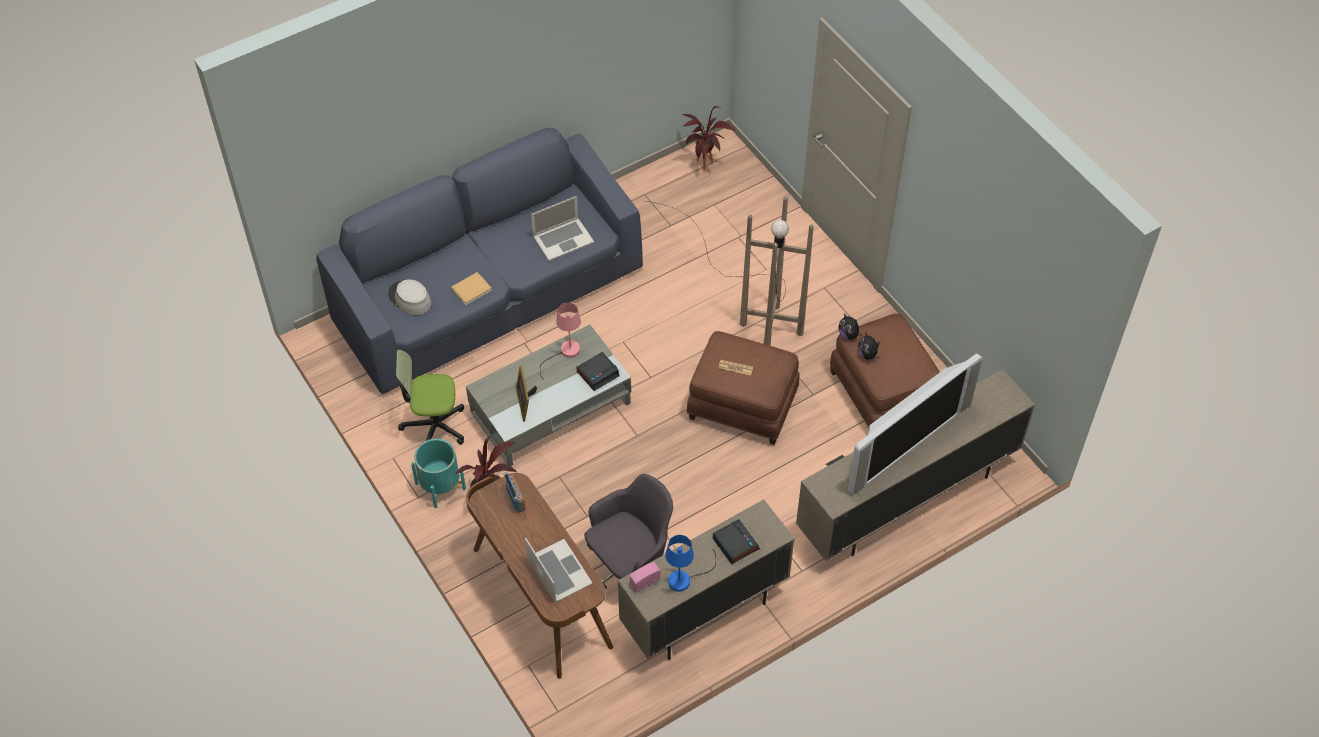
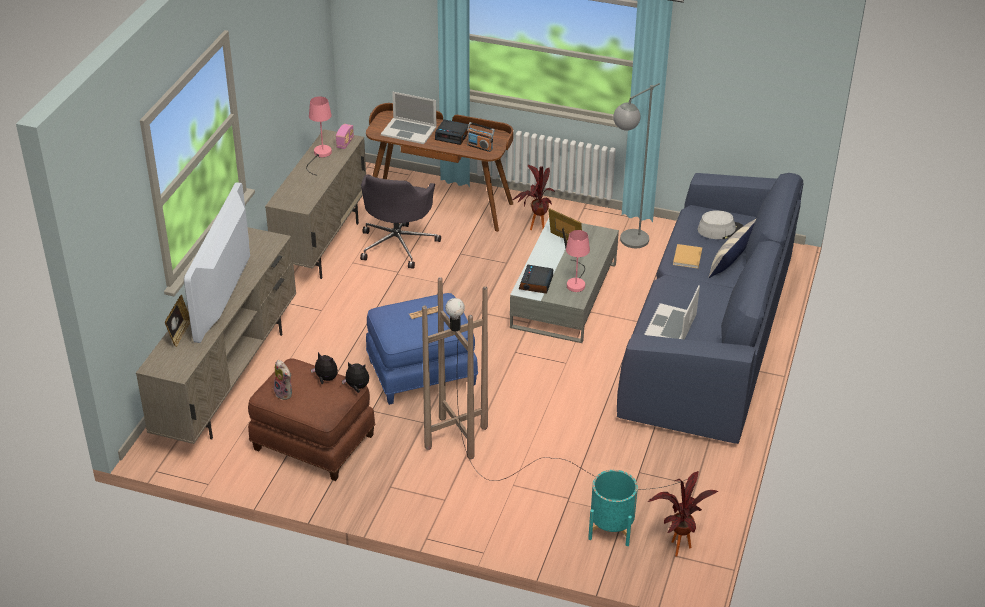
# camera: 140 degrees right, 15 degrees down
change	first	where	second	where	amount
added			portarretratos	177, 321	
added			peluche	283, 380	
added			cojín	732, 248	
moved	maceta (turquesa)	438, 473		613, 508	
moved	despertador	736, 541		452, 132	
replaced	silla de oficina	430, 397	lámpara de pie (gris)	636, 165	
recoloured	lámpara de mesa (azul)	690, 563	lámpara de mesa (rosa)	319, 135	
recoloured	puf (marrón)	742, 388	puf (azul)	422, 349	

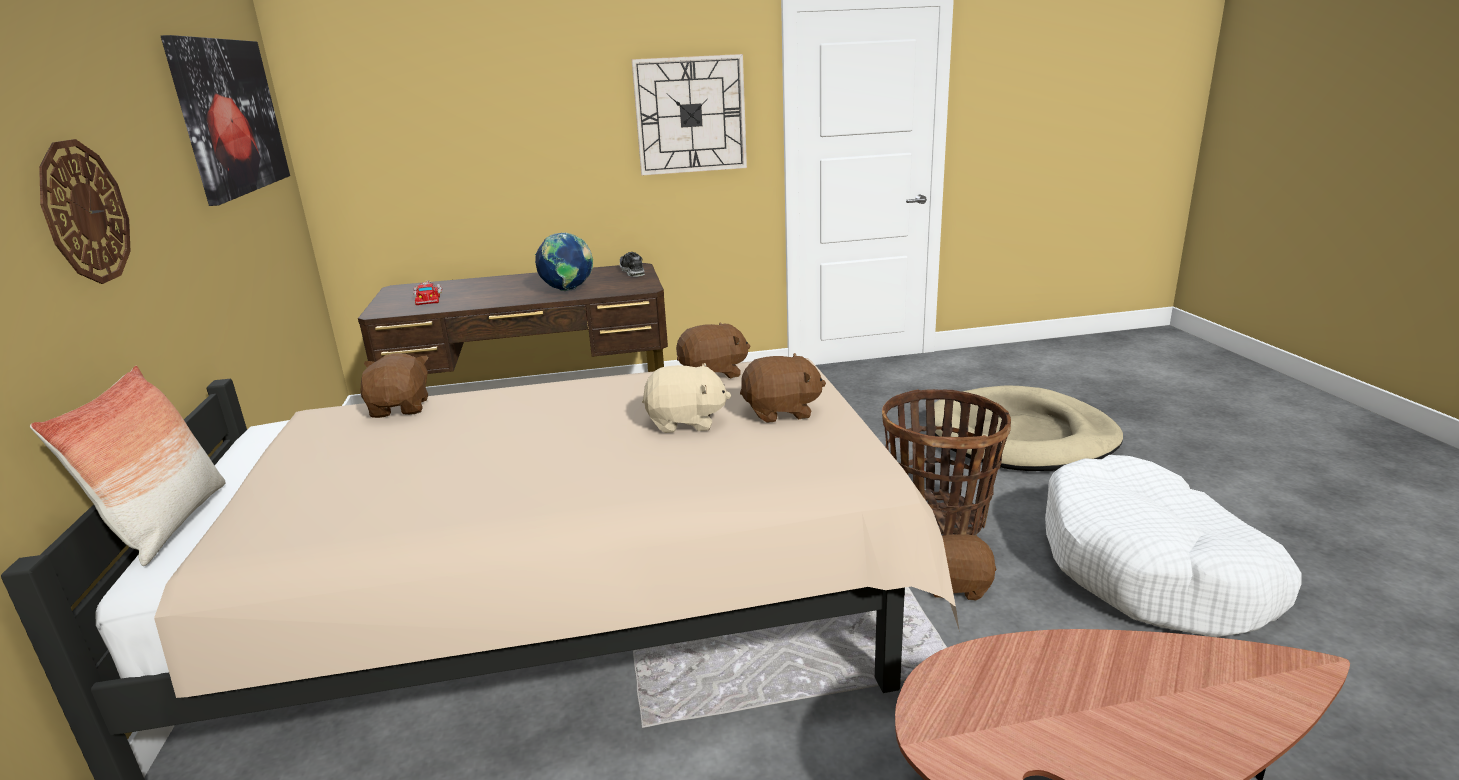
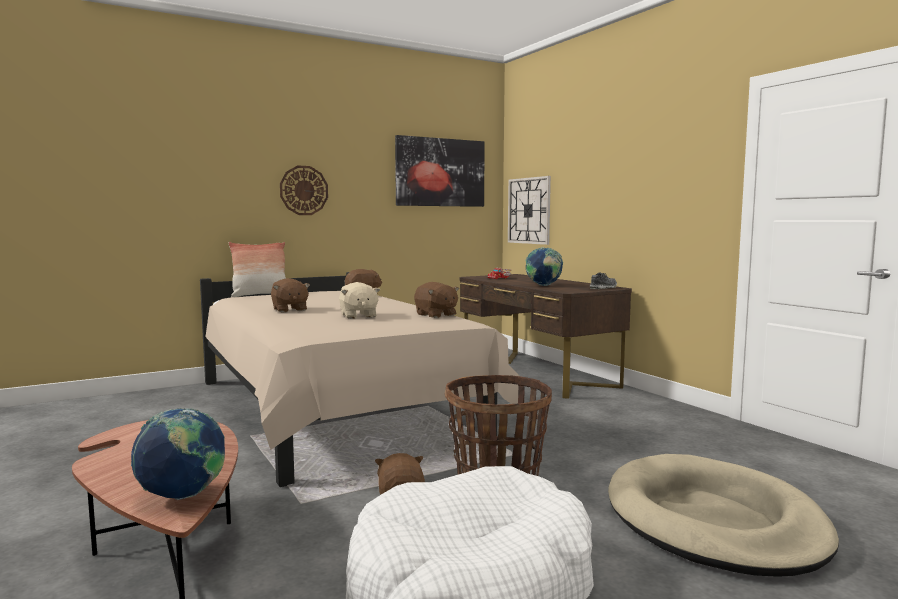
# camera: 70 degrees right, 15 degrees down
change	first	where	second	where	amount
added			globo terráqueo	178, 454	
moved	reloj de pared	689, 114		529, 210	
moved	peluche (marrón)	783, 388		290, 295	

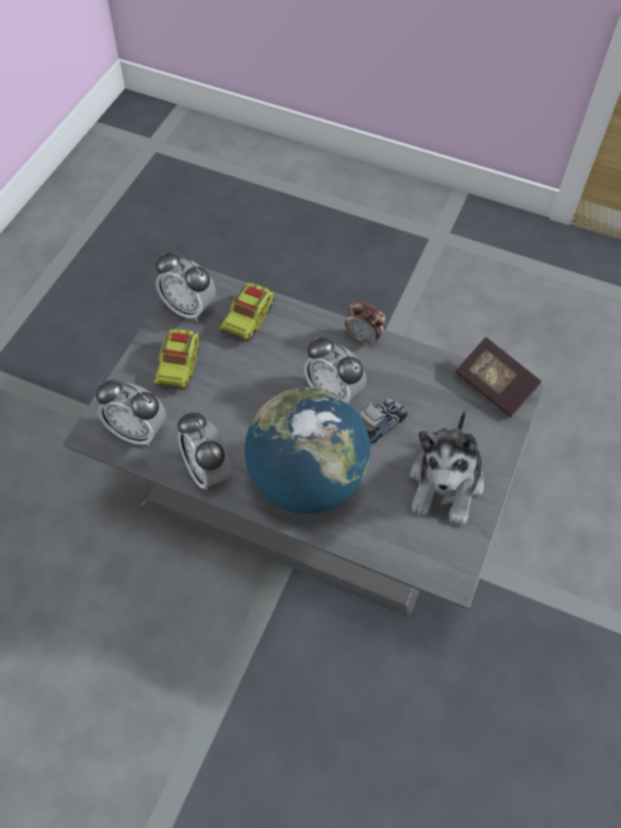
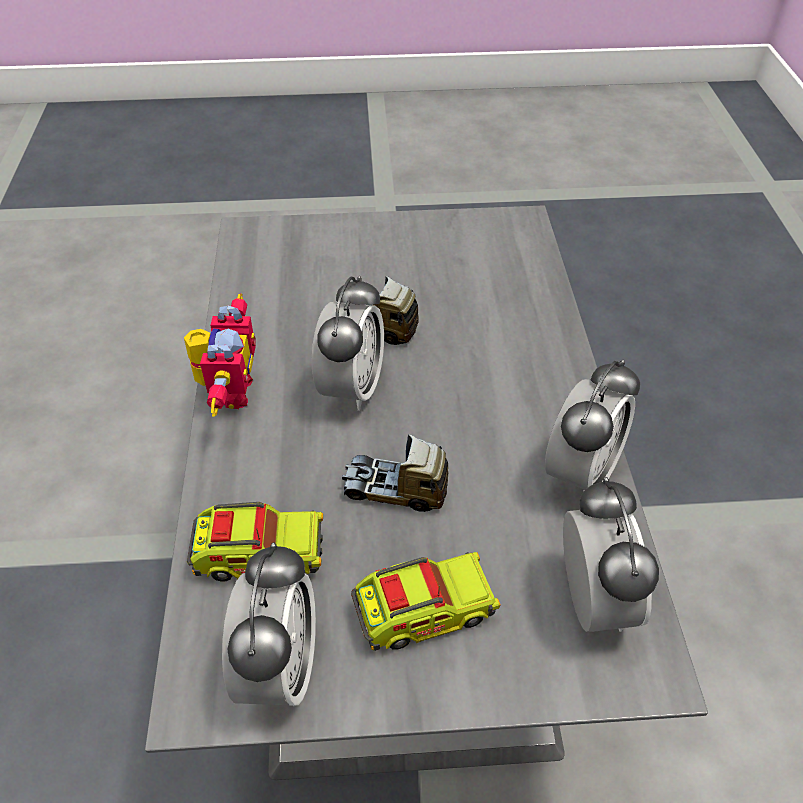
# camera: 115 degrees left, 10 degrees down
change	first	where	second	where	amount
removed	globo terráqueo	307, 451			
removed	peluche	447, 468			
removed	libro	498, 377			
added			camión de juguete	395, 473	
replaced	despertador	365, 323	robot de juguete	220, 355	

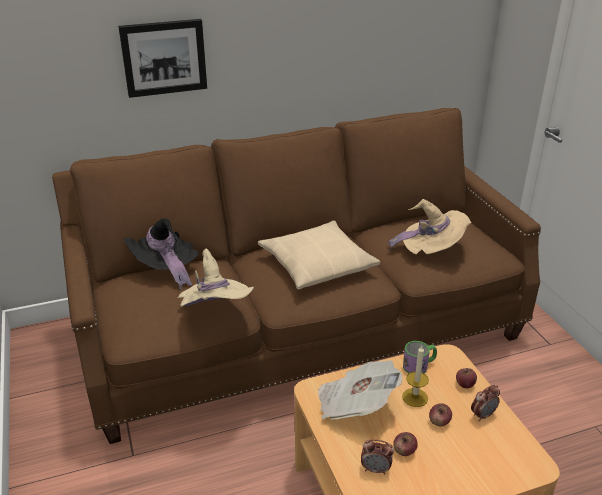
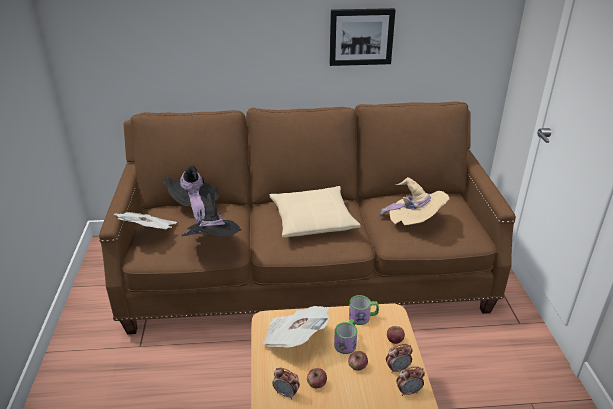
# camera: 15 degrees right, 0 degrees up
change	first	where	second	where	amount
added			periódico	145, 220	
added			despertador	410, 381	
moved	cuadro	162, 58		362, 37	
replaced	vela	415, 376	taza grande	345, 336	
recoloured	sombrero (beis)	216, 277	sombrero (negro)	211, 215	

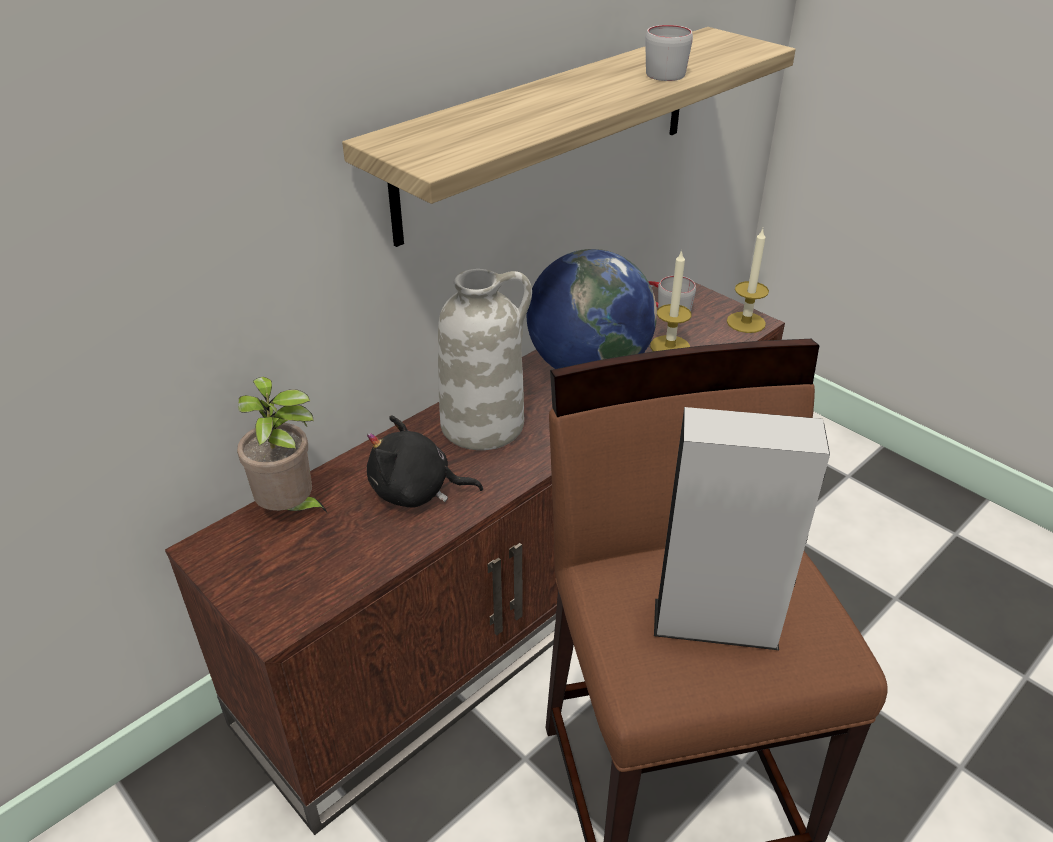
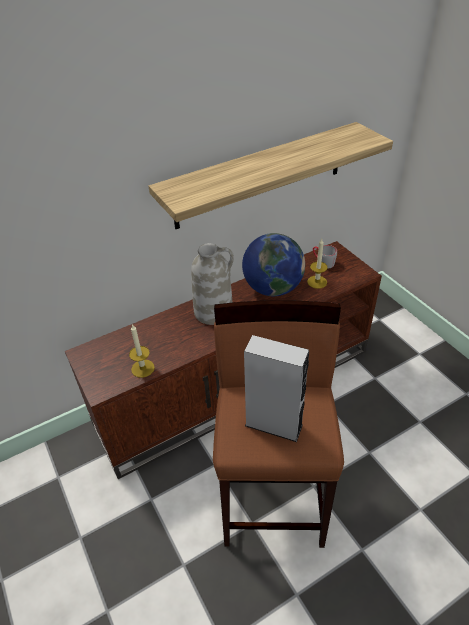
# camera: 15 degrees right, 5 degrees up
change	first	where	second	where	amount
removed	planta en maceta	282, 445			
removed	peluche (negro)	425, 462			
removed	taza grande (gris)	669, 53			
moved	vela	748, 281		142, 351	

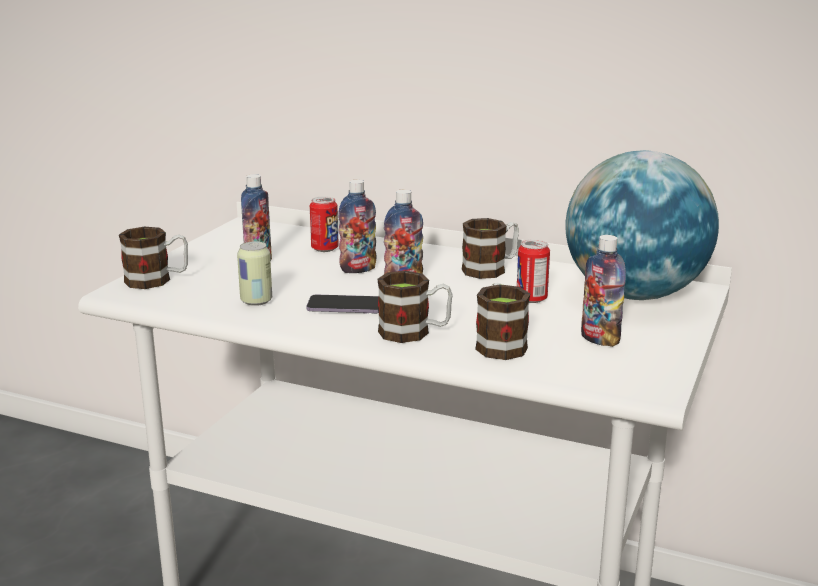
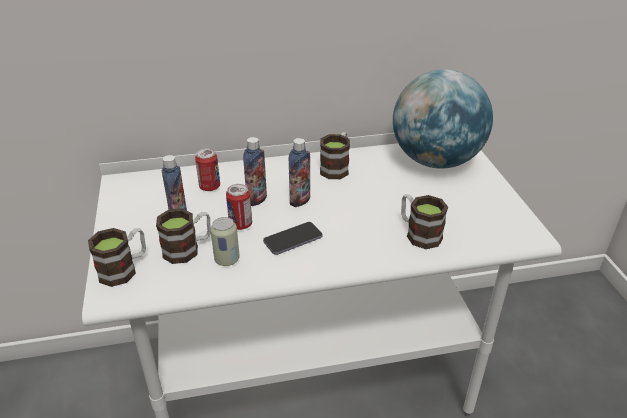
# camera: 35 degrees left, 15 degrees up
change	first	where	second	where	amount
removed	botella	603, 291			
moved	taza grande	415, 307		183, 236	
moved	lata	533, 271		239, 207	

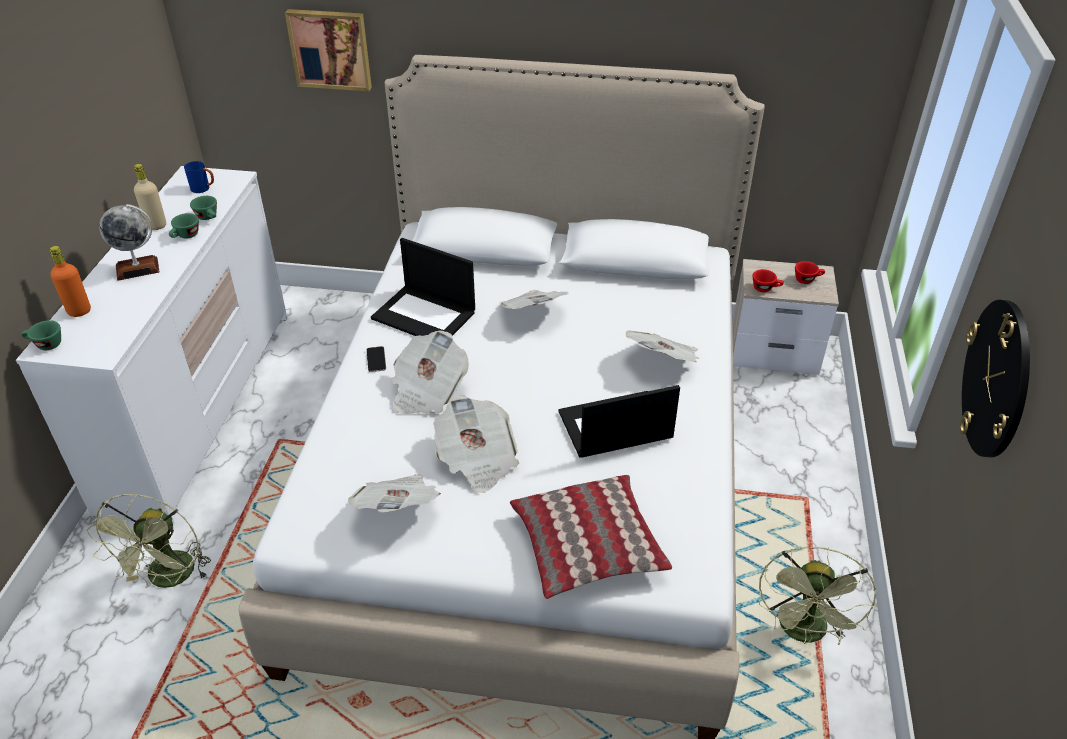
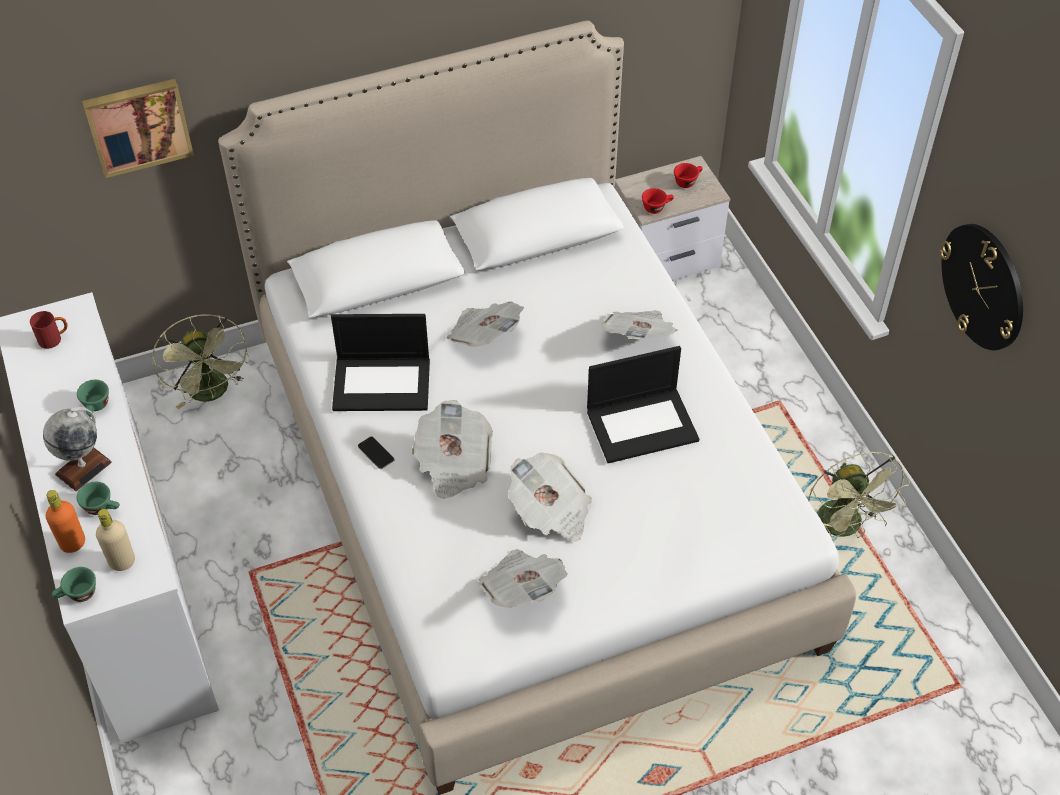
# camera: 30 degrees left, 10 degrees up
change	first	where	second	where	amount
removed	cojín	591, 537			
moved	ventilador (verde)	149, 541		201, 362	
moved	botella (beis)	150, 197		115, 540	
moved	taza (verde)	203, 208		98, 498	
recoloured	taza grande (azul)	199, 177	taza grande (rojo)	49, 330	
turned	portátil	619, 421		643, 404	150 degrees counterclockwise

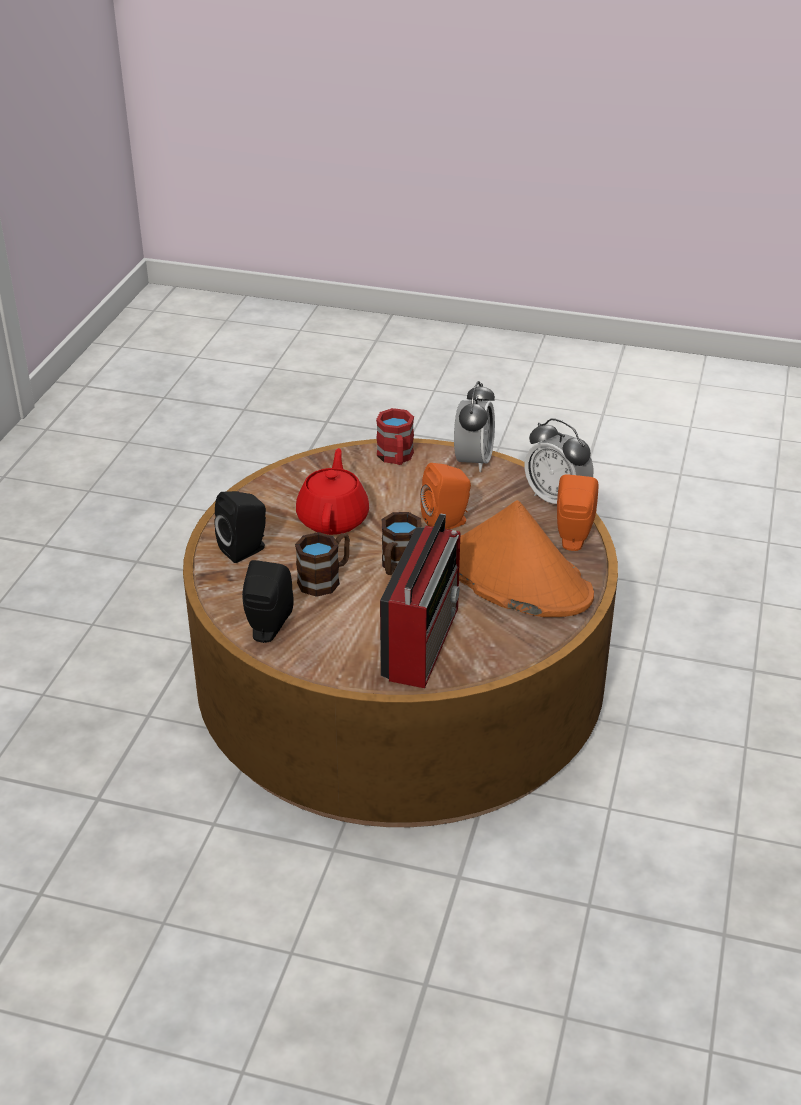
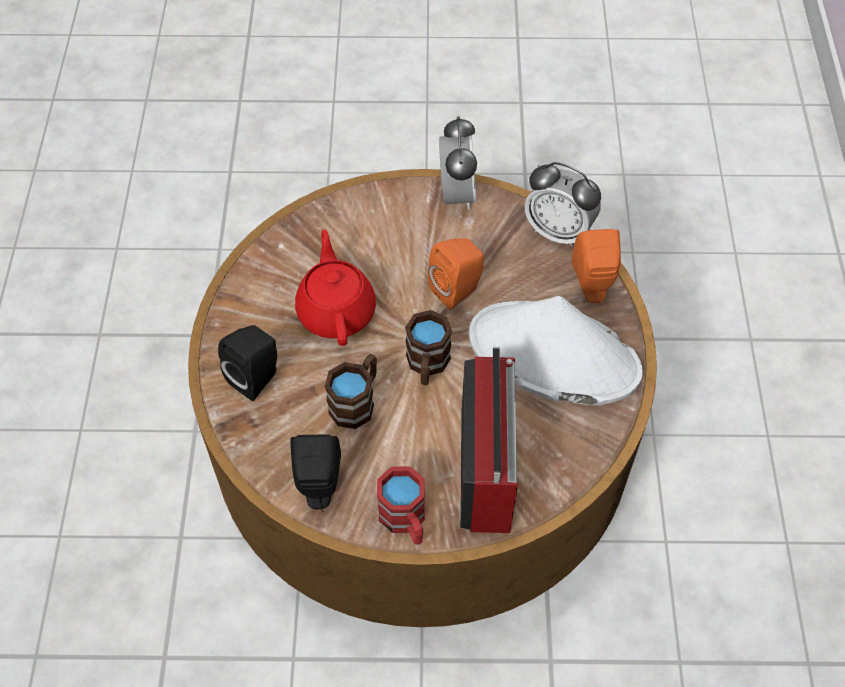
# camera: 15 degrees left, 20 degrees up
change	first	where	second	where	amount
moved	taza grande (rojo)	395, 436		401, 505	
recoloured	sombrero (naranja)	526, 558	sombrero (blanco)	556, 350	

